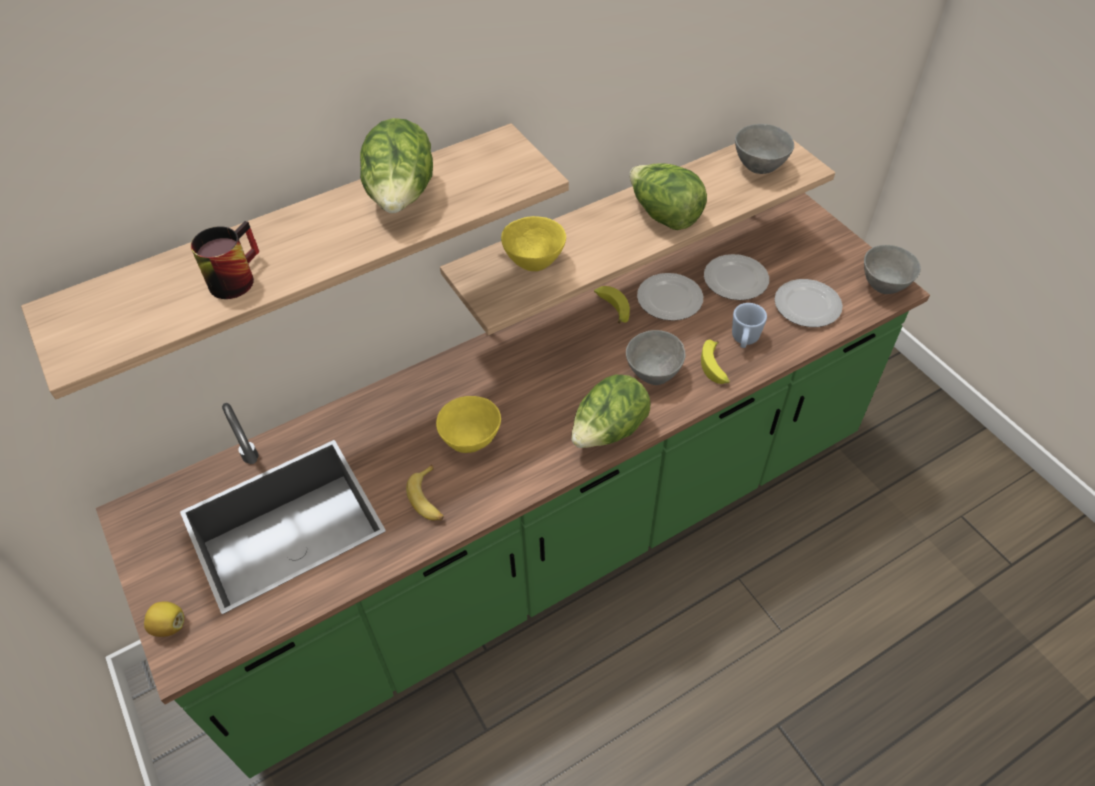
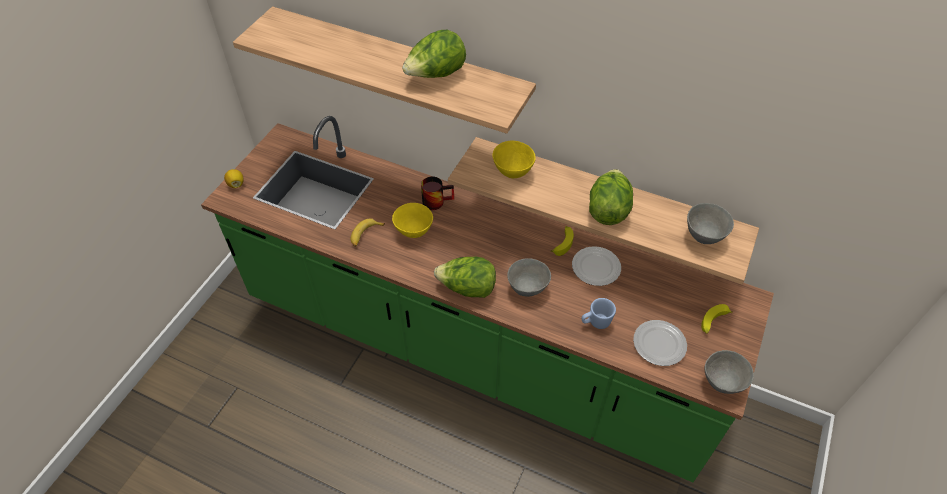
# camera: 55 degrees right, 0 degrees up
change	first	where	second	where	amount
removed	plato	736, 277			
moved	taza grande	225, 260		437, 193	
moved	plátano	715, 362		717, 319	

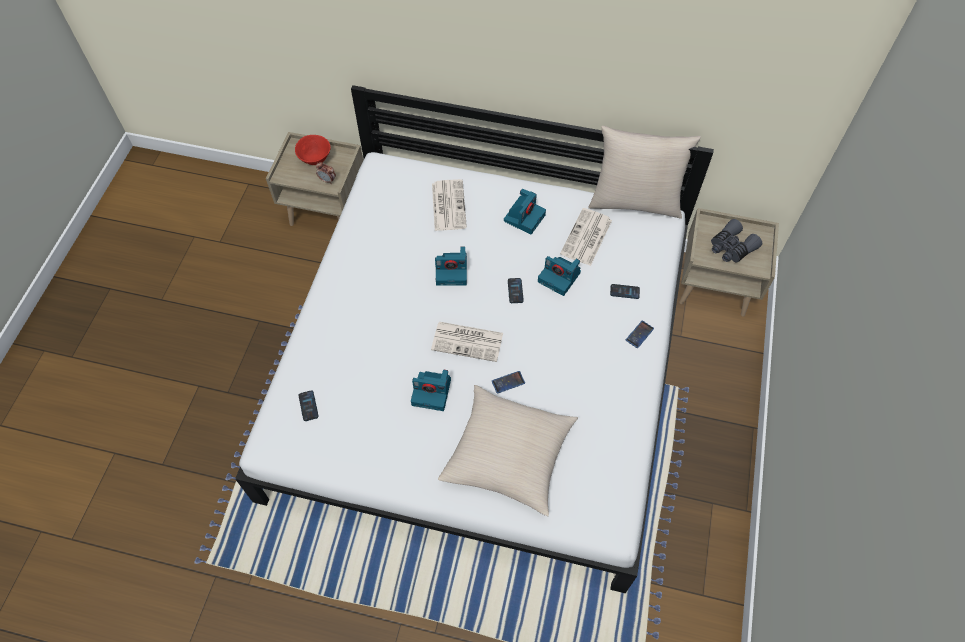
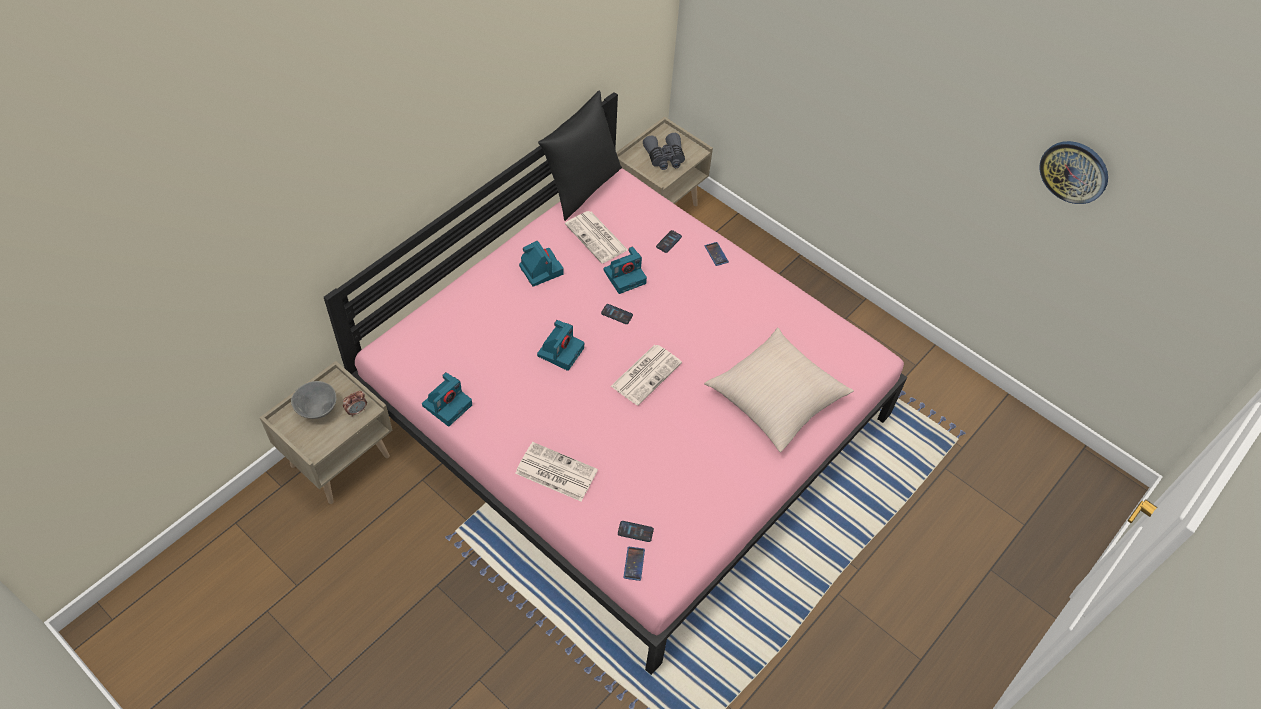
# camera: 65 degrees left, 5 degrees down
change	first	where	second	where	amount
added			reloj de pared	1073, 172	
moved	cámara	431, 390		447, 399	
moved	periódico	449, 205		556, 471	
moved	móvil	508, 382		634, 564	
recoloured	cama (blanco)	474, 339	cama (rosa)	615, 383	
recoloured	cuenco (rojo)	313, 150	cuenco (gris)	313, 400	
recoloured	cojín (beis)	644, 172	cojín (negro)	580, 156	

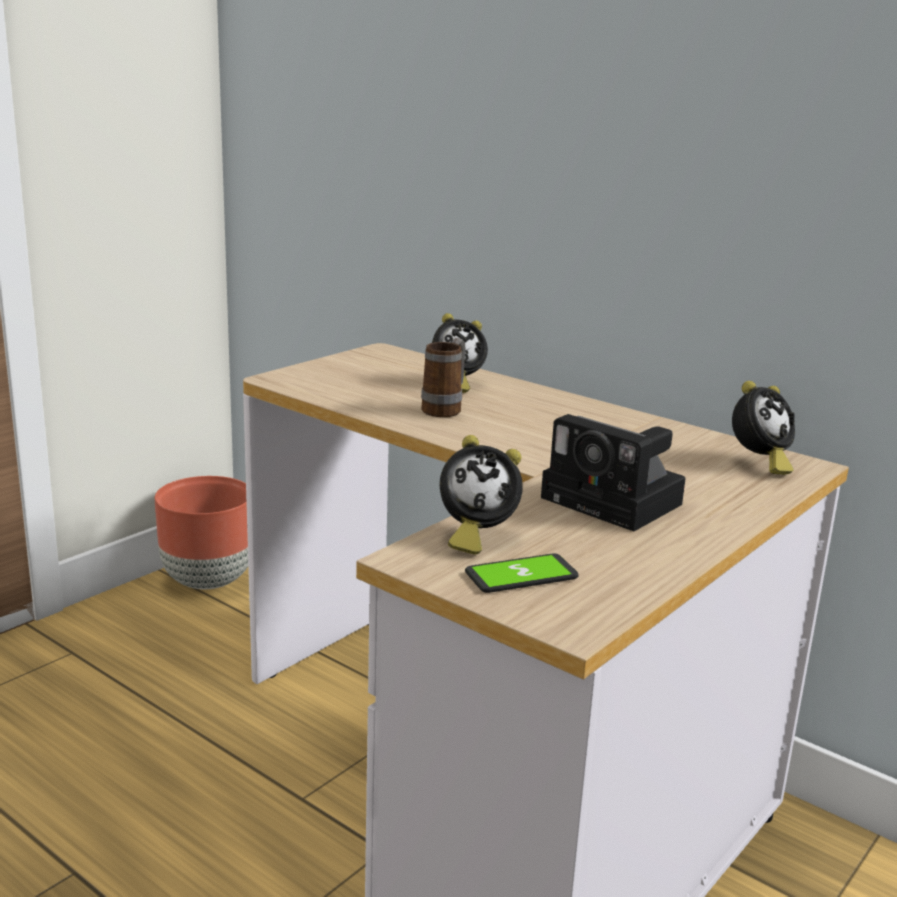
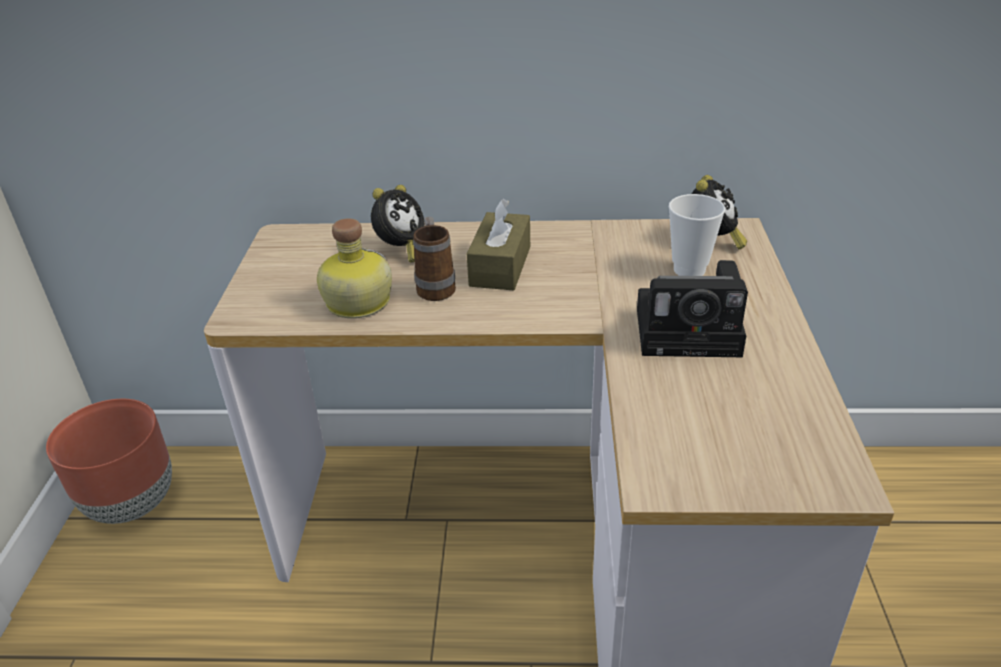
# camera: 35 degrees left, 15 degrees up
change	first	where	second	where	amount
removed	despertador	481, 495			
removed	móvil	522, 573			
added			botella	354, 268	
added			caja de pañuelos (marrón)	498, 244	
added			taza	697, 235	

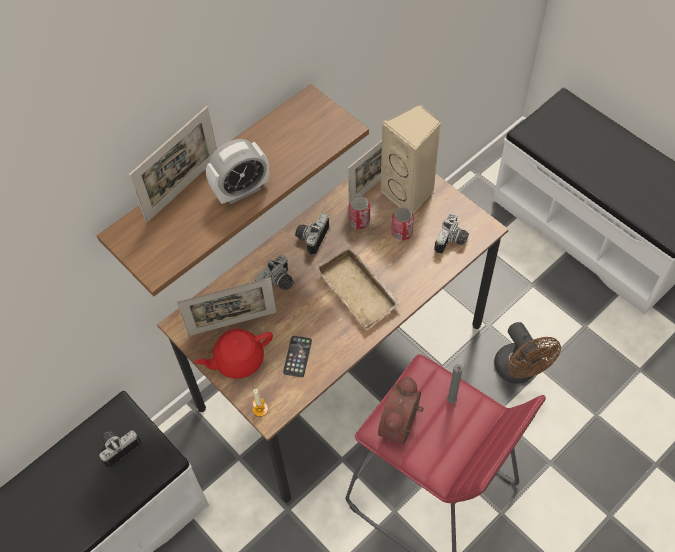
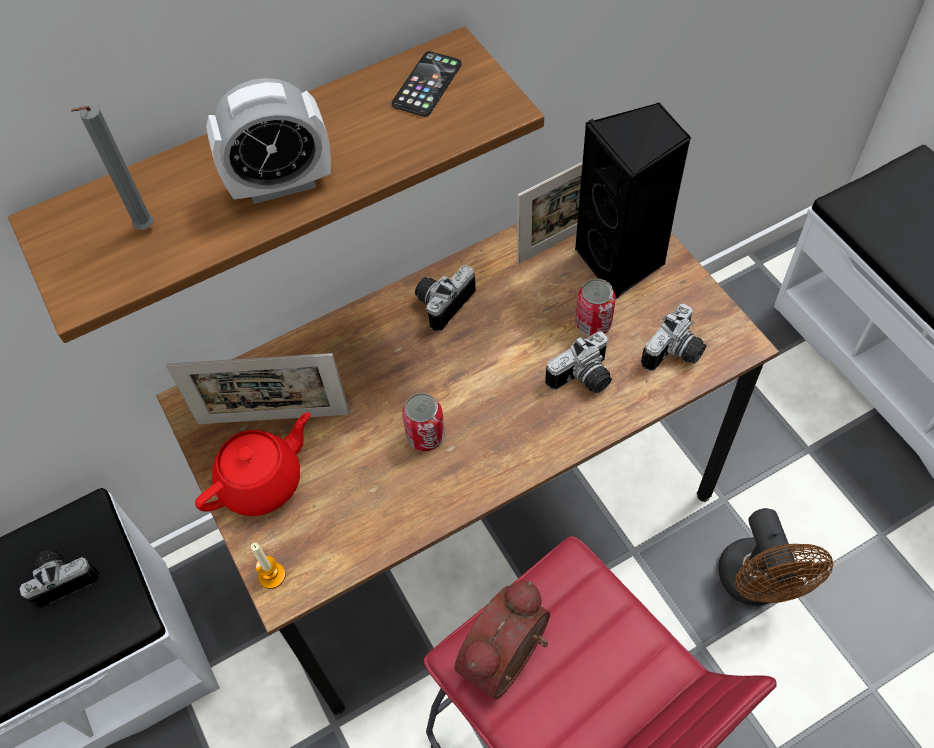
# camera: 15 degrees right, 0 degrees up
change	first	where	second	where	amount
removed	portarretratos	173, 164			
removed	bandeja (beis)	358, 287			
moved	cámara	274, 272		578, 362	
moved	móvil	297, 356		426, 84	
moved	lata	359, 212		423, 422	
moved	vela (gris)	455, 384		112, 167	
recoloured	altavoz (beis)	411, 159	altavoz (negro)	633, 201	
turned	tetera (rojo)	233, 354		253, 464	150 degrees clockwise

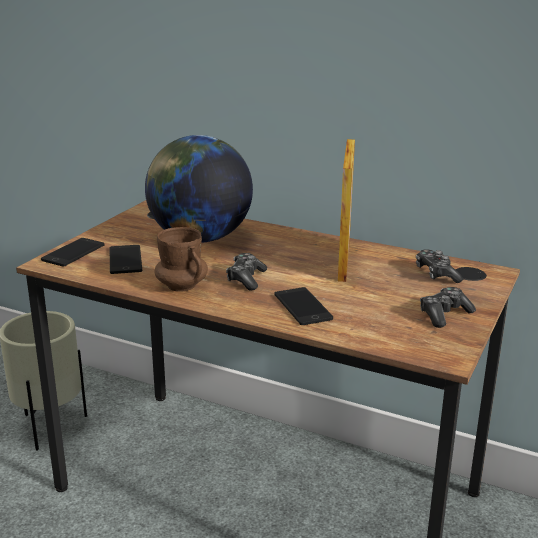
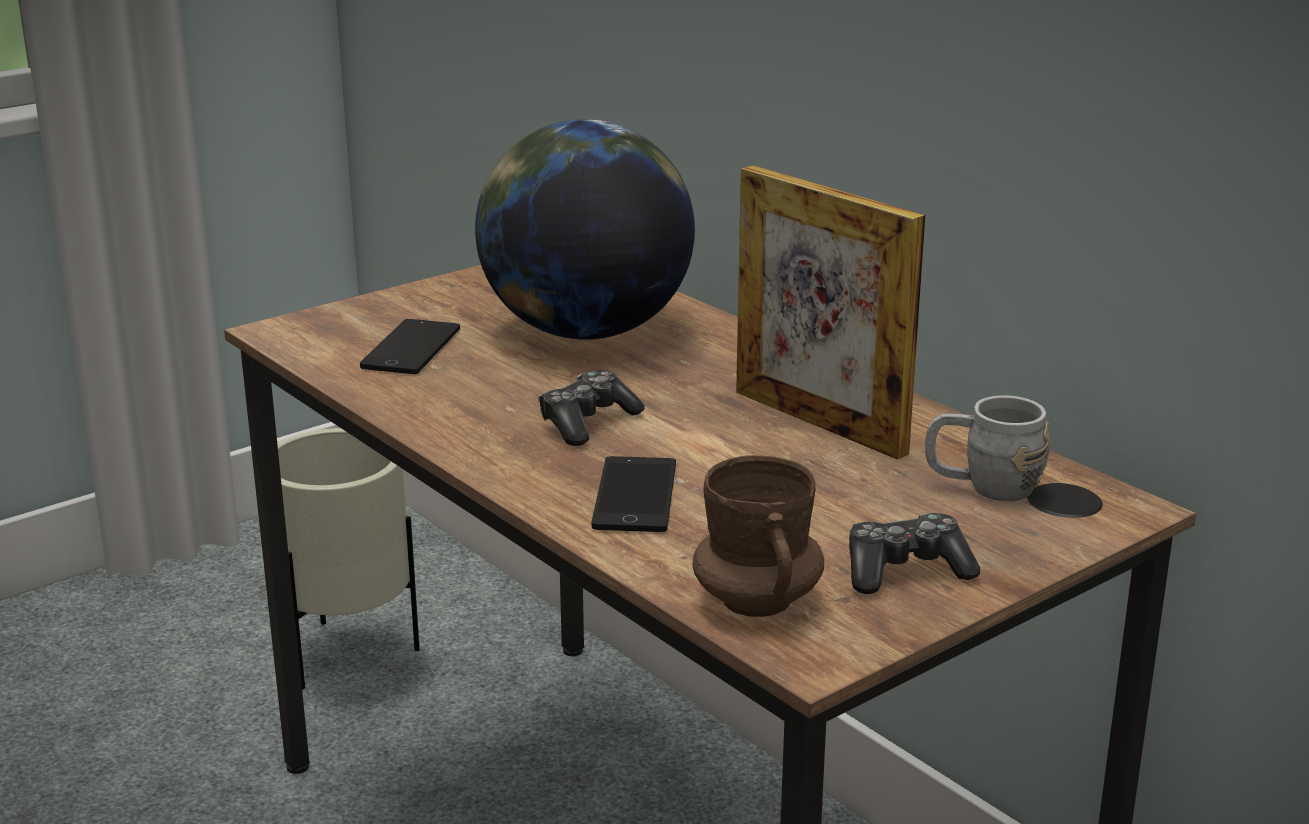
# camera: 25 degrees right, 0 degrees up
change	first	where	second	where	amount
removed	móvil	72, 252			
moved	taza grande (marrón)	181, 259		758, 536	
replaced	mando de consola	439, 266	taza grande (gris)	987, 448	
turned	portarretratos	346, 210		830, 312	105 degrees clockwise

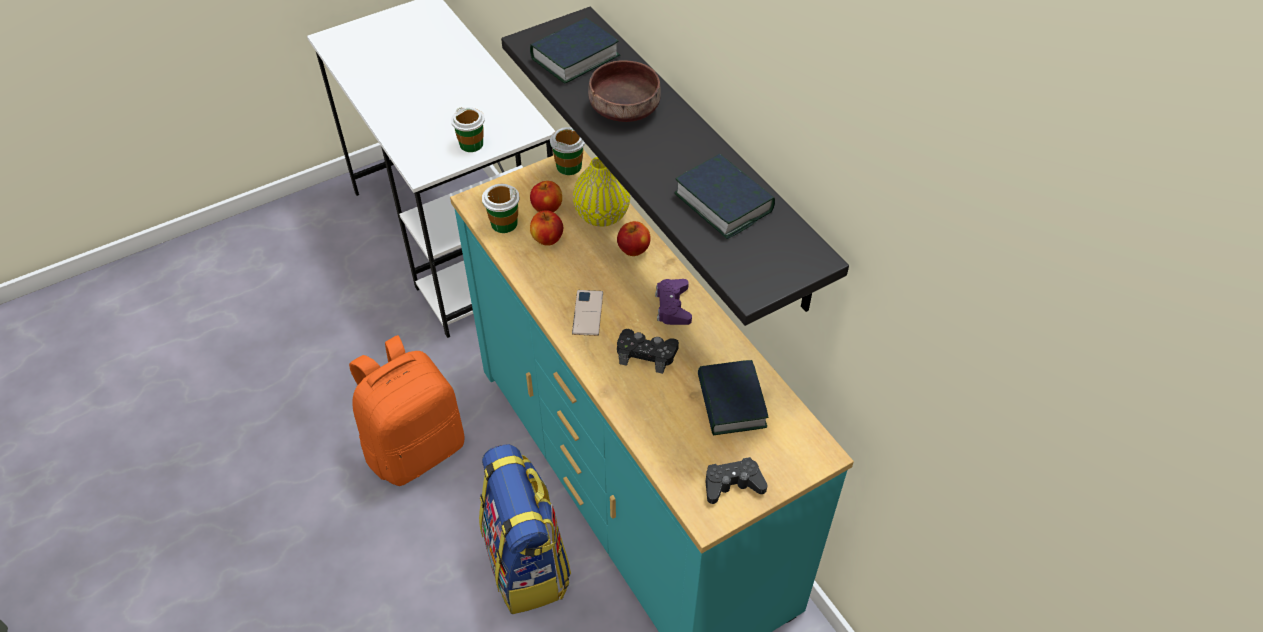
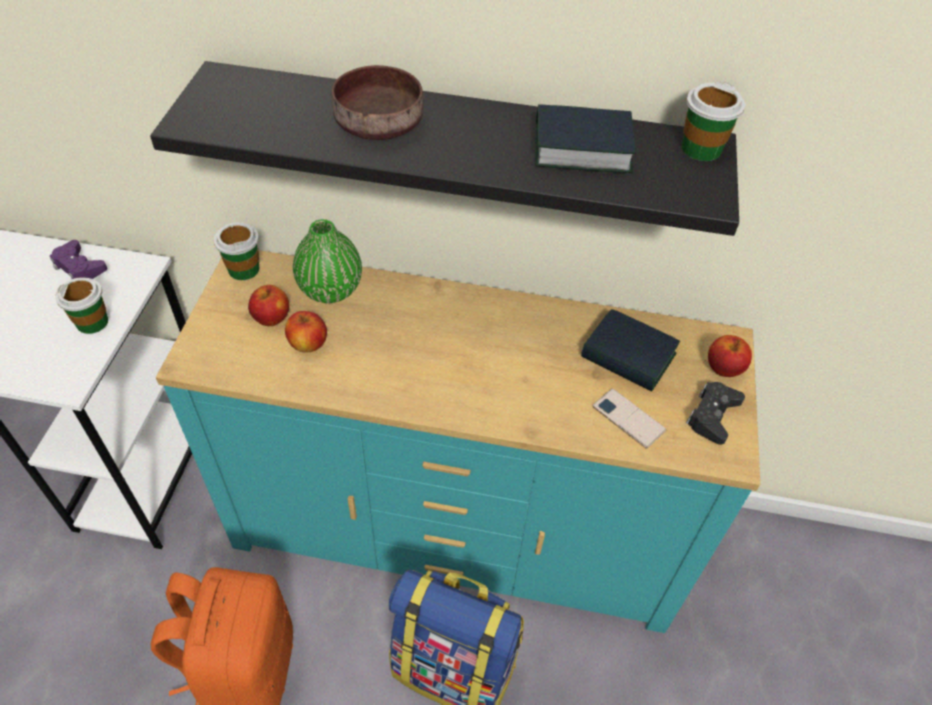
# camera: 50 degrees left, 0 degrees up
change	first	where	second	where	amount
removed	libro	575, 50			
removed	mando de consola (negro)	648, 351			
moved	taza	501, 208		713, 121	
moved	móvil	587, 313		629, 418	
moved	manzana	634, 238		730, 356	
moved	mando de consola (morado)	673, 302		78, 259	
recoloured	florero (amarillo)	601, 192	florero (verde)	327, 261	

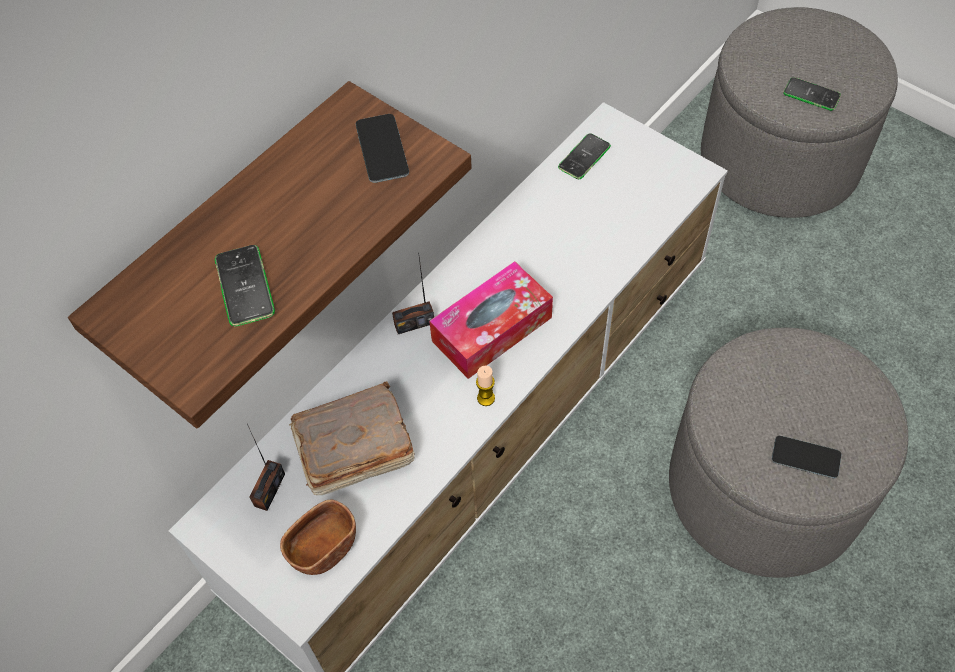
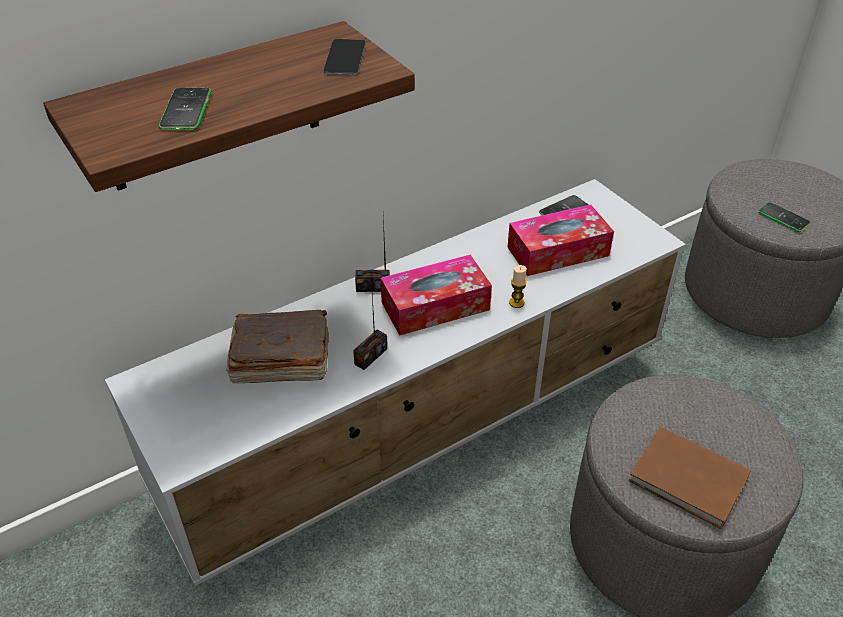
# camera: 15 degrees right, 15 degrees down
change	first	where	second	where	amount
removed	cuenco (marrón)	318, 537			
added			caja de pañuelos	560, 240	
moved	radio	266, 467		370, 323	
moved	vela	485, 386		518, 286	
replaced	móvil	806, 457	libro (marrón)	690, 478	

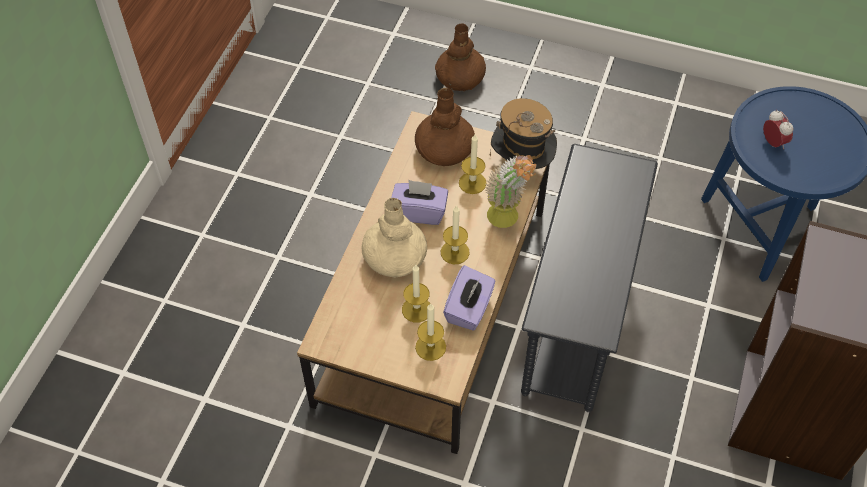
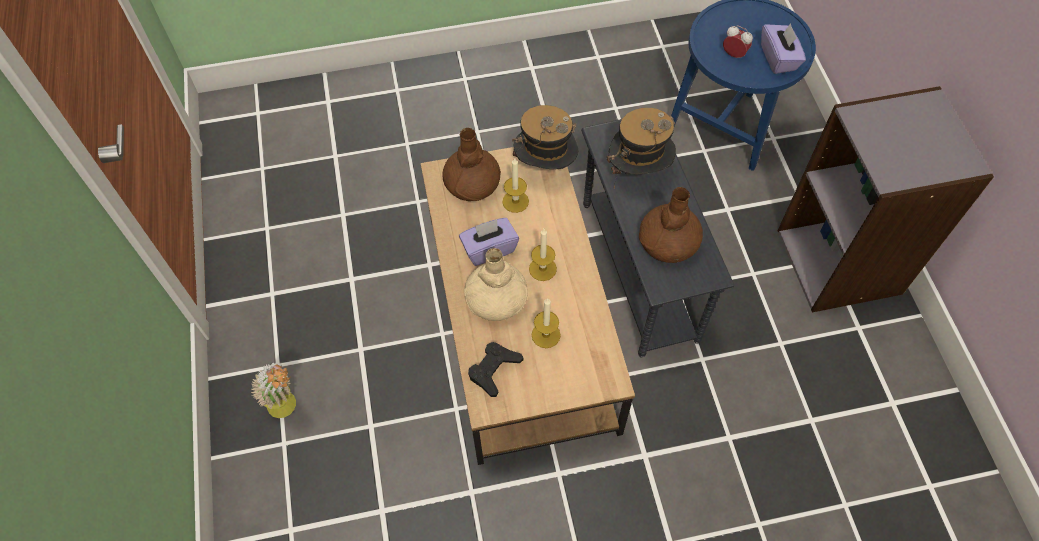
# camera: 30 degrees left, 5 degrees up
change	first	where	second	where	amount
removed	vela	430, 332			
added			mando de consola (negro)	496, 369	
added			sombrero	641, 148	
moved	florero (marrón)	460, 57		671, 225	
moved	caja de pañuelos (morado)	469, 298		783, 48	
moved	planta en maceta	511, 191		273, 390	

